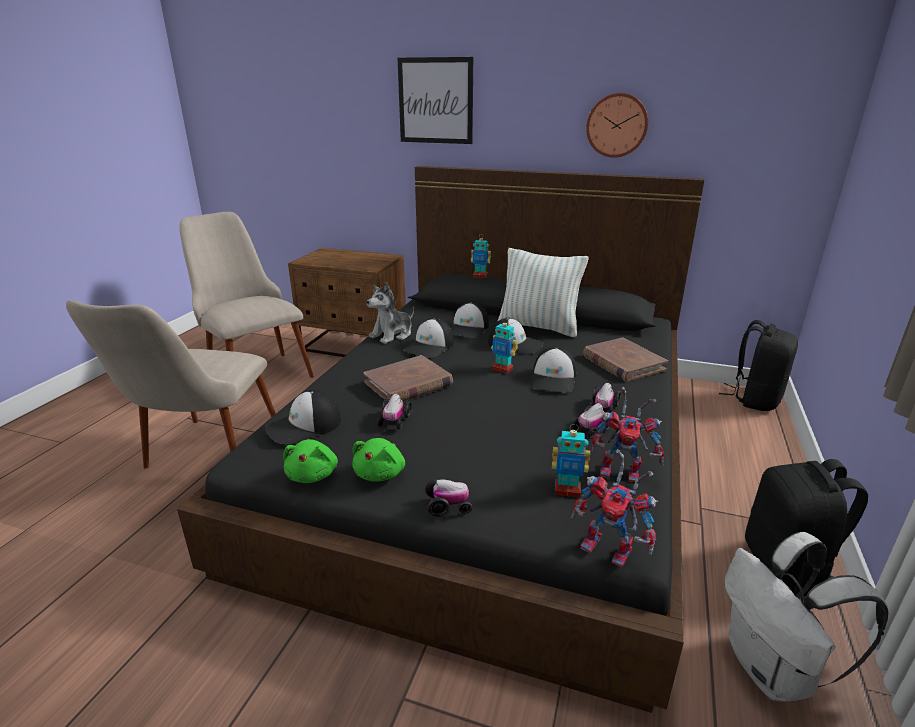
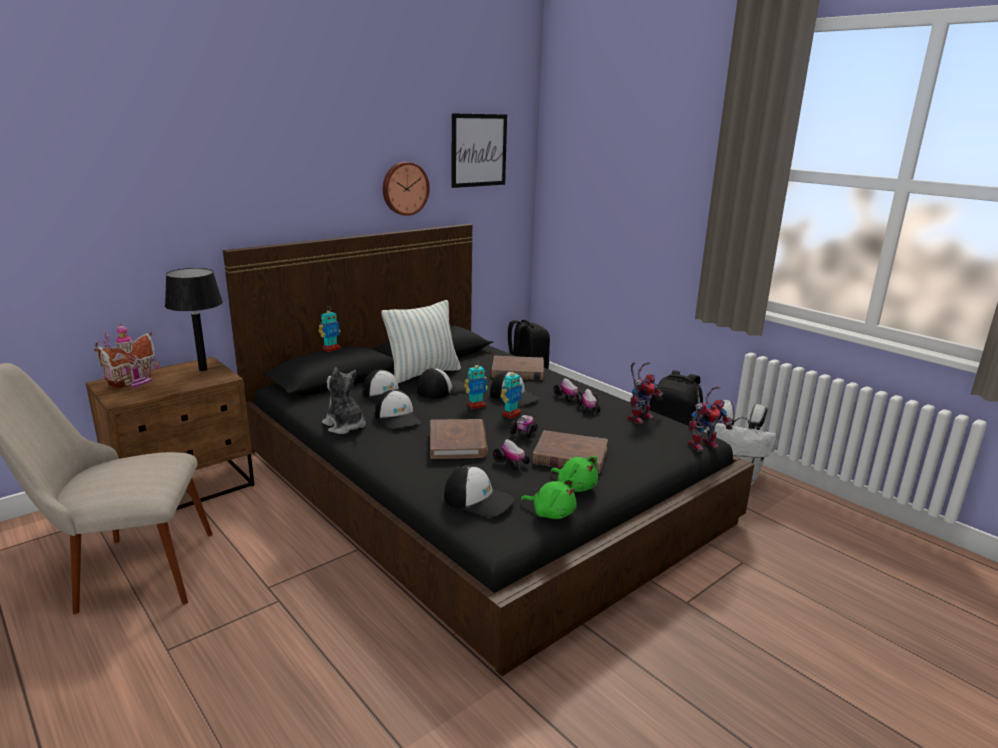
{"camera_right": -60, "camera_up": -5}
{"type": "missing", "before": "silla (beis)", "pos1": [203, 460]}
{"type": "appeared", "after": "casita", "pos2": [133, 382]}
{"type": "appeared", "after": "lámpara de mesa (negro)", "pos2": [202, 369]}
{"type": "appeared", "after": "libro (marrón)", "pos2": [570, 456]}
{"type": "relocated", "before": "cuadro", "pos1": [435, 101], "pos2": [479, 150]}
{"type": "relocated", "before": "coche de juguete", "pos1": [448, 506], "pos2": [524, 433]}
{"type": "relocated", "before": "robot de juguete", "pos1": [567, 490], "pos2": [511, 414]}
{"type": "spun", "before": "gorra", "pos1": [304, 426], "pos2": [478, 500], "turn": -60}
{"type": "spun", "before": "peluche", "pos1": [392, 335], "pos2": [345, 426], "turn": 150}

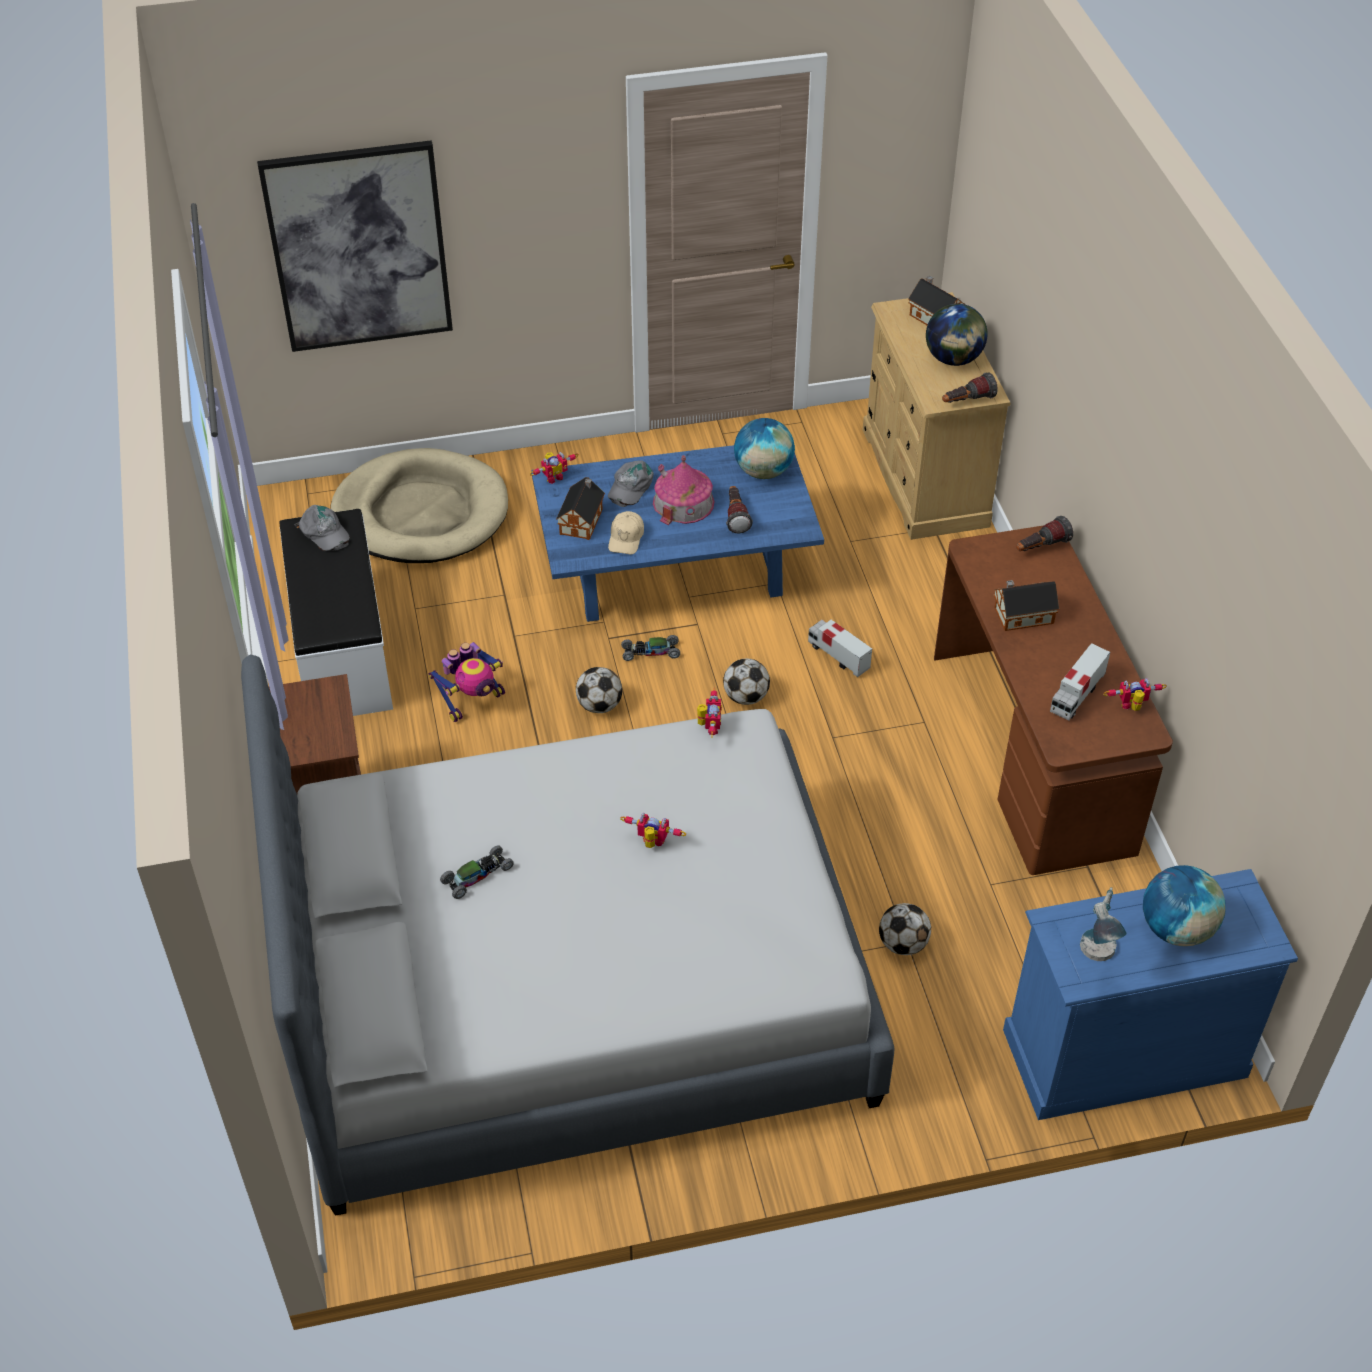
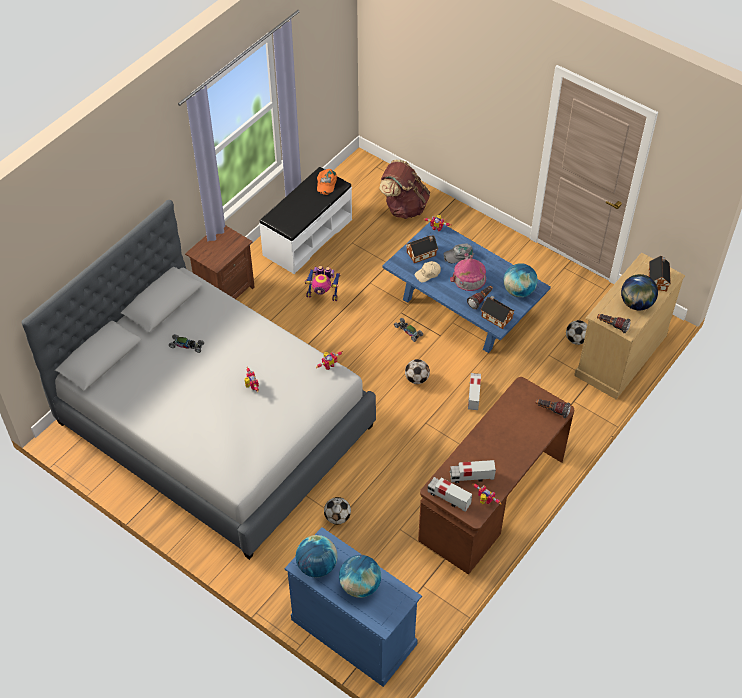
{"camera_right": 50, "camera_up": 5}
{"type": "missing", "before": "cuadro", "pos1": [359, 247]}
{"type": "appeared", "after": "camión de juguete", "pos2": [448, 498]}
{"type": "relocated", "before": "balón de fútbol", "pos1": [599, 705], "pos2": [576, 340]}
{"type": "relocated", "before": "casita", "pos1": [1021, 615], "pos2": [496, 316]}
{"type": "exchanged", "before": "cama para perro (beis)", "after": "mochila (marrón)", "pos1": [421, 513], "pos2": [404, 207]}
{"type": "exchanged", "before": "lámpara de mesa", "after": "globo terráqueo", "pos1": [1096, 959], "pos2": [317, 566]}
{"type": "colour", "before": "gorra (gris)", "after": "gorra (naranja)", "pos1": [324, 533], "pos2": [326, 183]}

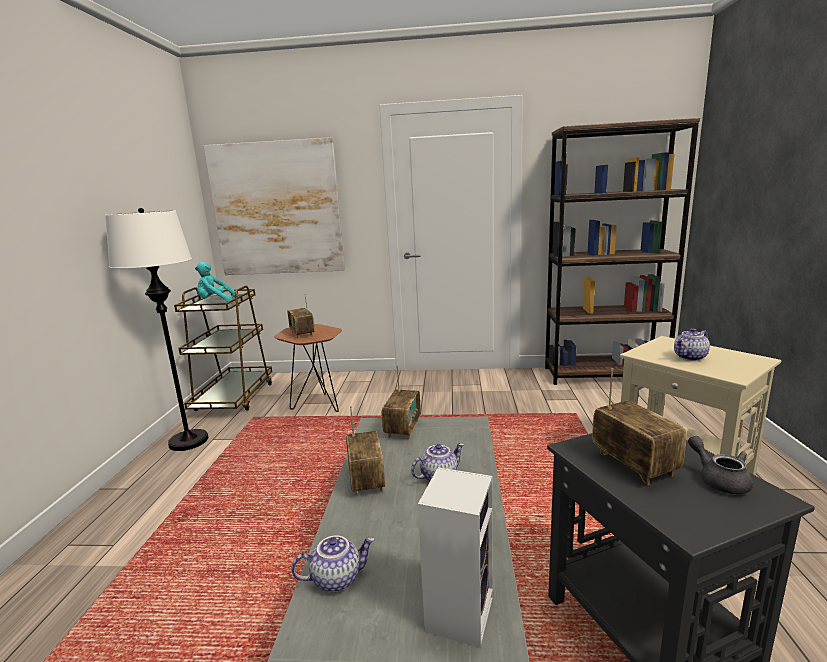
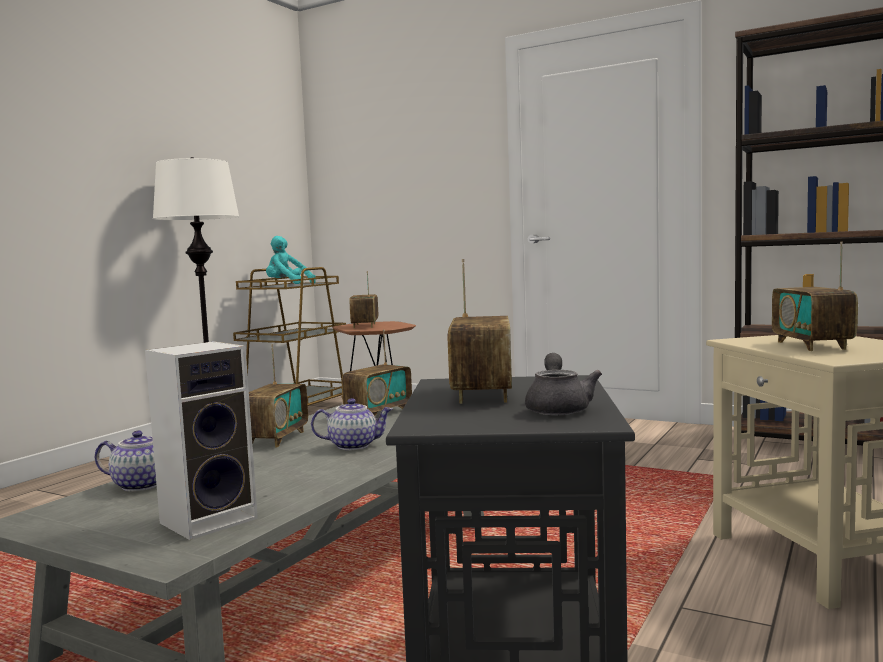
{"camera_right": 25, "camera_up": -10}
{"type": "missing", "before": "cuadro", "pos1": [277, 209]}
{"type": "exchanged", "before": "tetera", "after": "radio", "pos1": [690, 357], "pos2": [812, 345]}

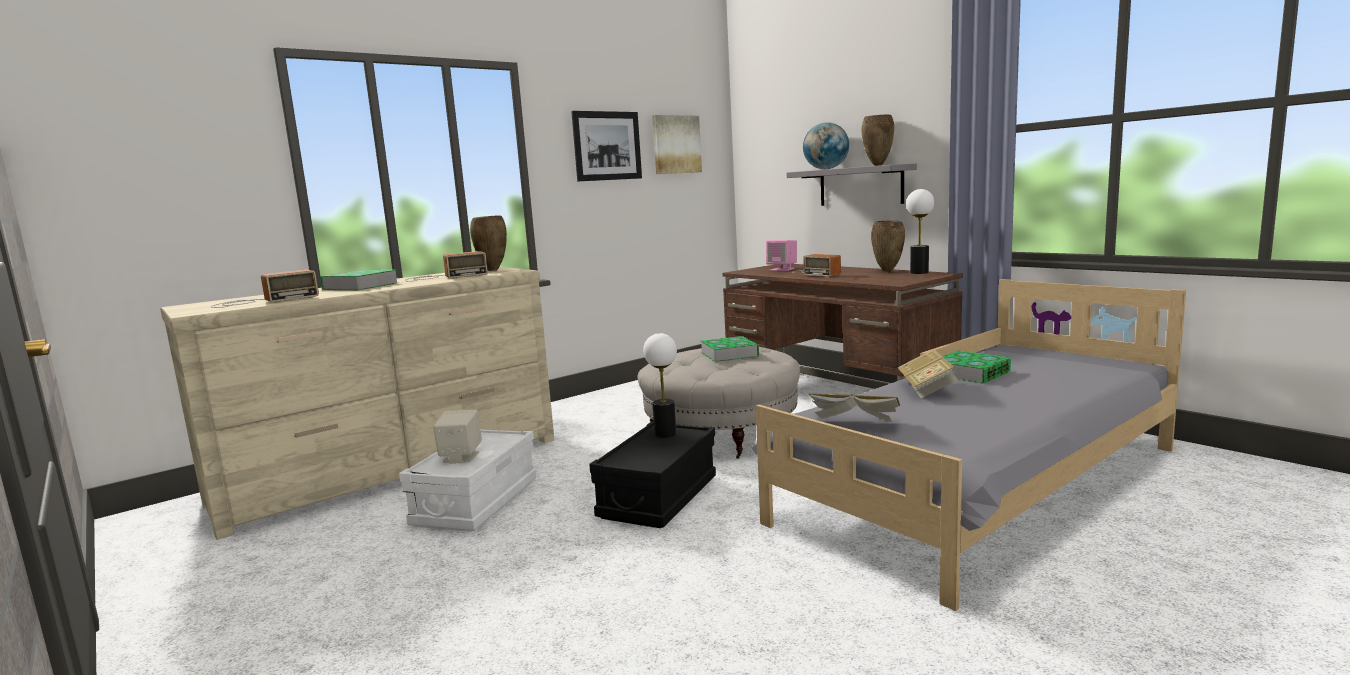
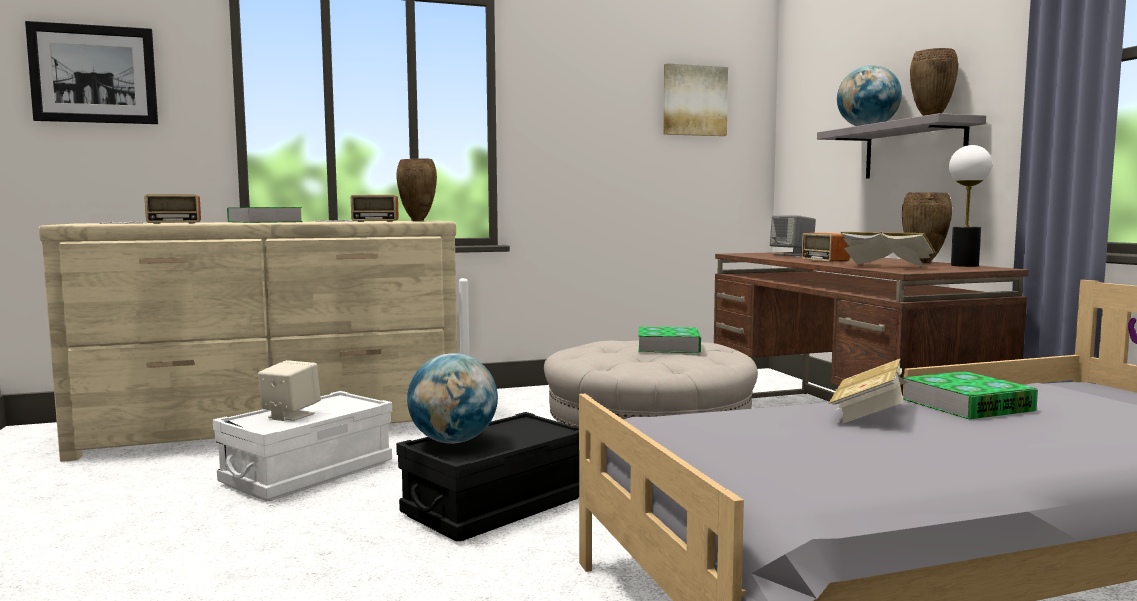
{"camera_right": 20, "camera_up": -5}
{"type": "missing", "before": "lámpara de mesa", "pos1": [665, 434]}
{"type": "appeared", "after": "globo terráqueo", "pos2": [453, 441]}
{"type": "relocated", "before": "cuadro", "pos1": [607, 146], "pos2": [94, 74]}
{"type": "relocated", "before": "libro", "pos1": [854, 425], "pos2": [885, 267]}
{"type": "colour", "before": "altavoz (rosa)", "after": "altavoz (gris)", "pos1": [782, 269], "pos2": [792, 255]}

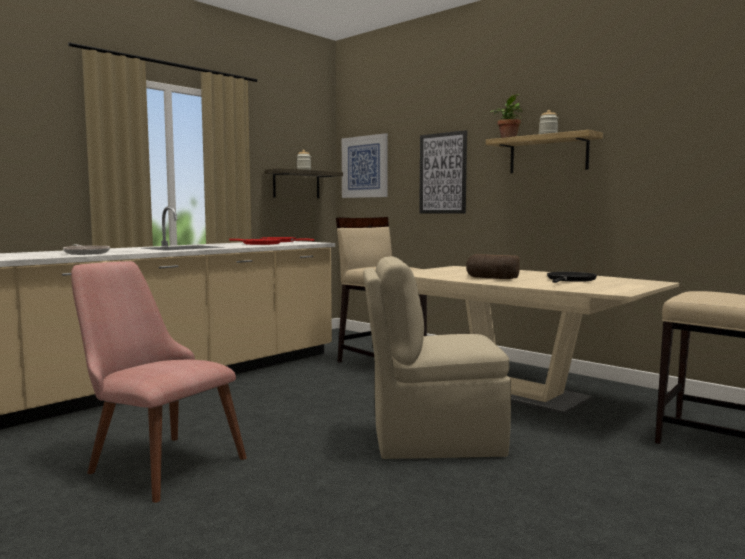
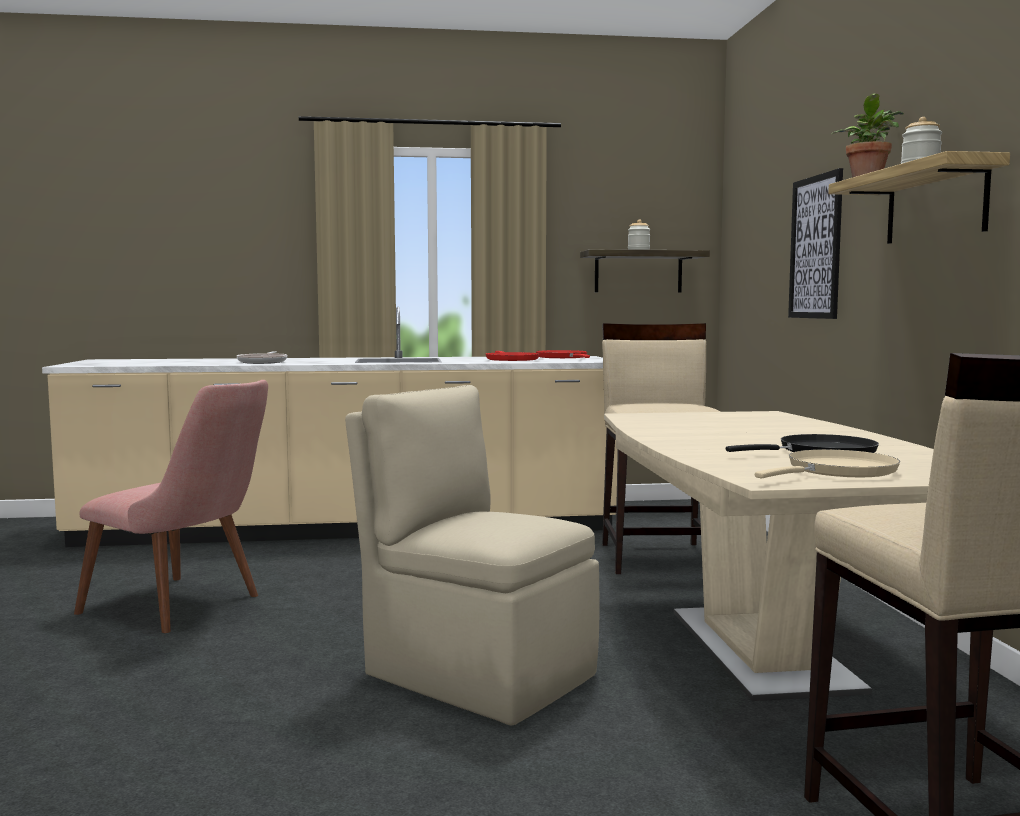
{"camera_right": 40, "camera_up": 0}
{"type": "missing", "before": "cuadro", "pos1": [364, 167]}
{"type": "missing", "before": "pan", "pos1": [491, 278]}
{"type": "appeared", "after": "sartén (beis)", "pos2": [837, 471]}
{"type": "spun", "before": "silla (rosa)", "pos1": [154, 461], "pos2": [187, 606], "turn": 135}

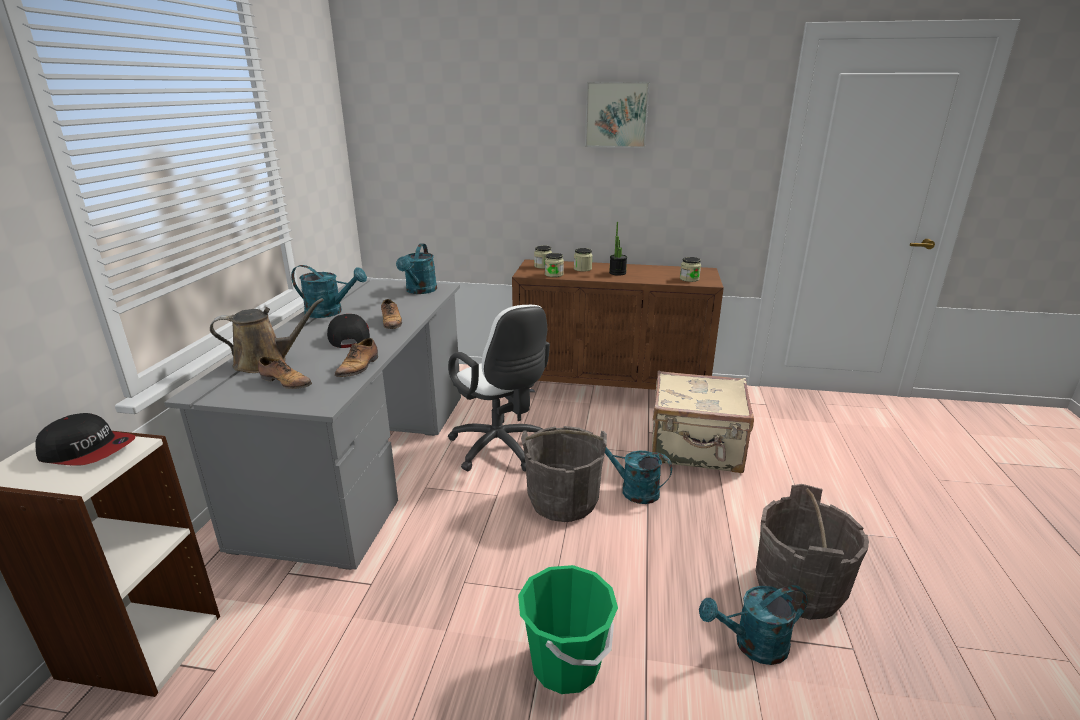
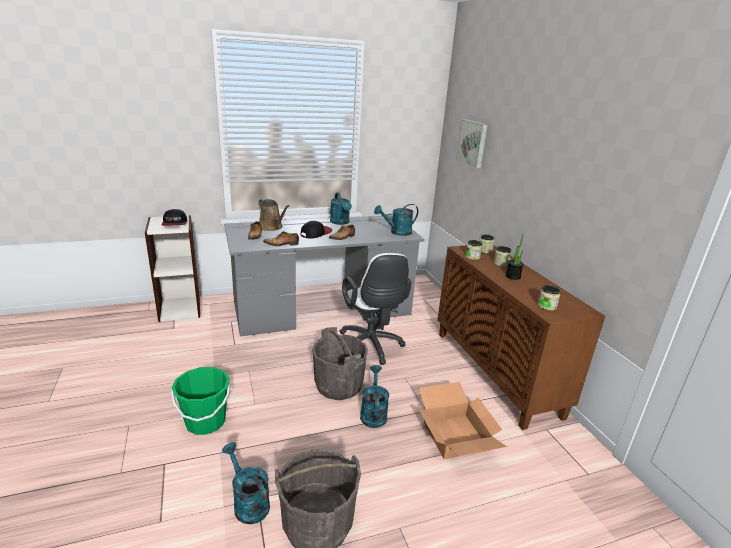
{"camera_right": 60, "camera_up": 0}
{"type": "relocated", "before": "cuadro", "pos1": [616, 114], "pos2": [473, 143]}
{"type": "exchanged", "before": "maleta (beis)", "after": "caja de cartón", "pos1": [696, 449], "pos2": [456, 436]}
{"type": "spun", "before": "silla de oficina (blanco)", "pos1": [501, 450], "pos2": [371, 347], "turn": -45}

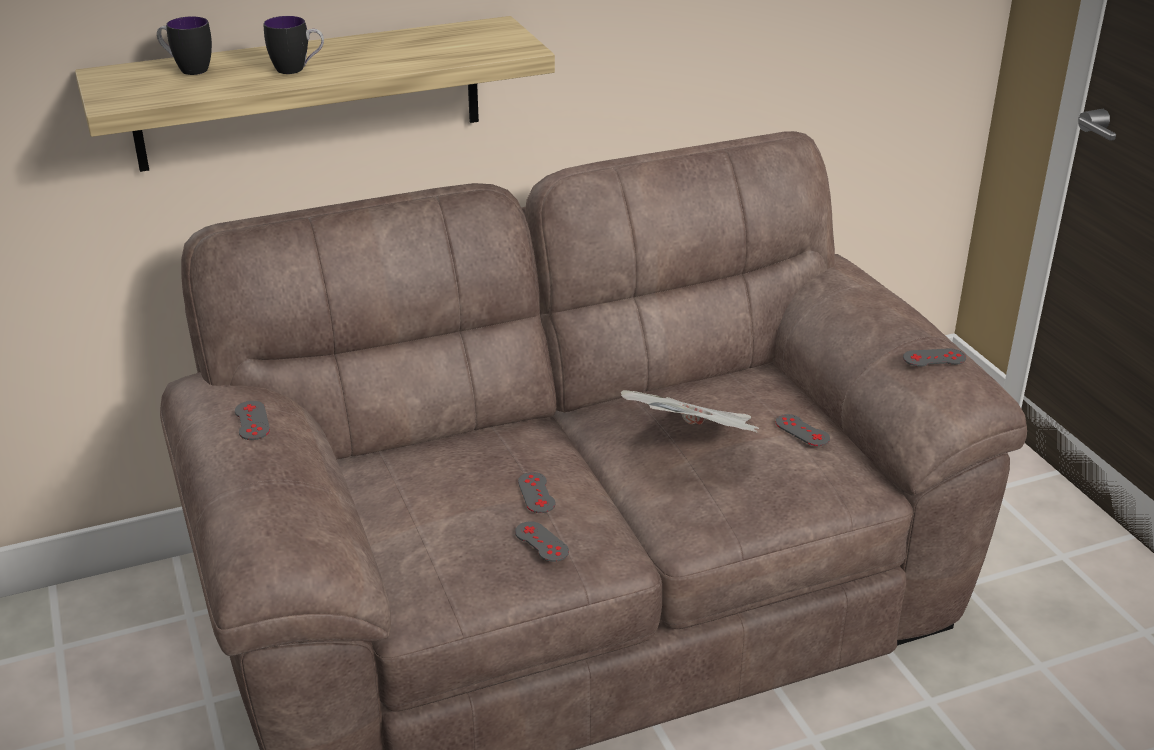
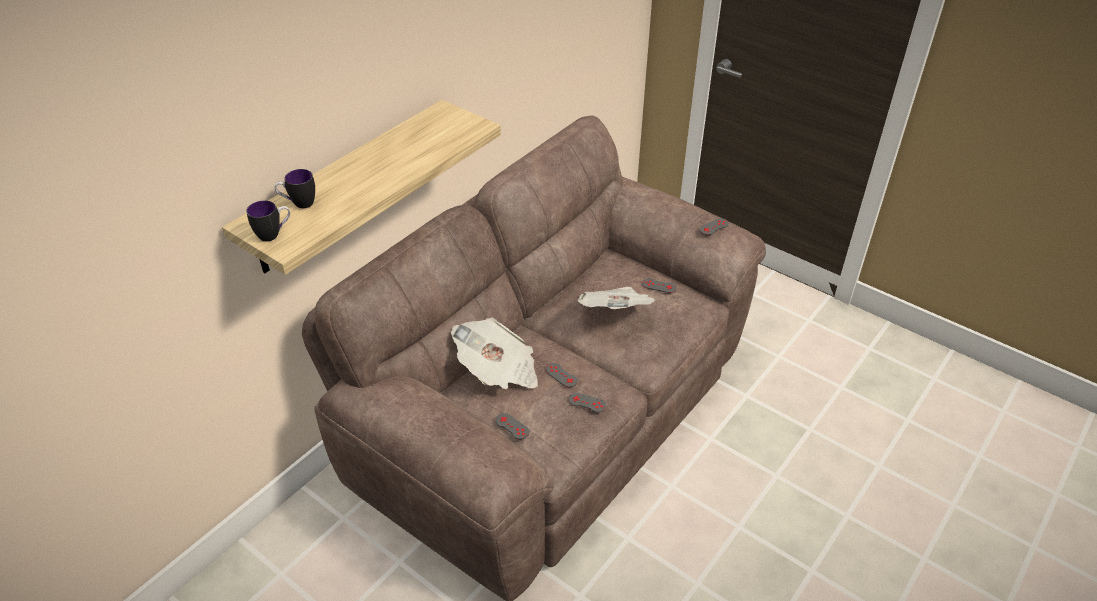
{"camera_right": -30, "camera_up": 10}
{"type": "appeared", "after": "periódico", "pos2": [498, 370]}
{"type": "relocated", "before": "mando de consola (gris)", "pos1": [252, 421], "pos2": [512, 426]}
{"type": "relocated", "before": "taza grande", "pos1": [298, 70], "pos2": [274, 234]}

